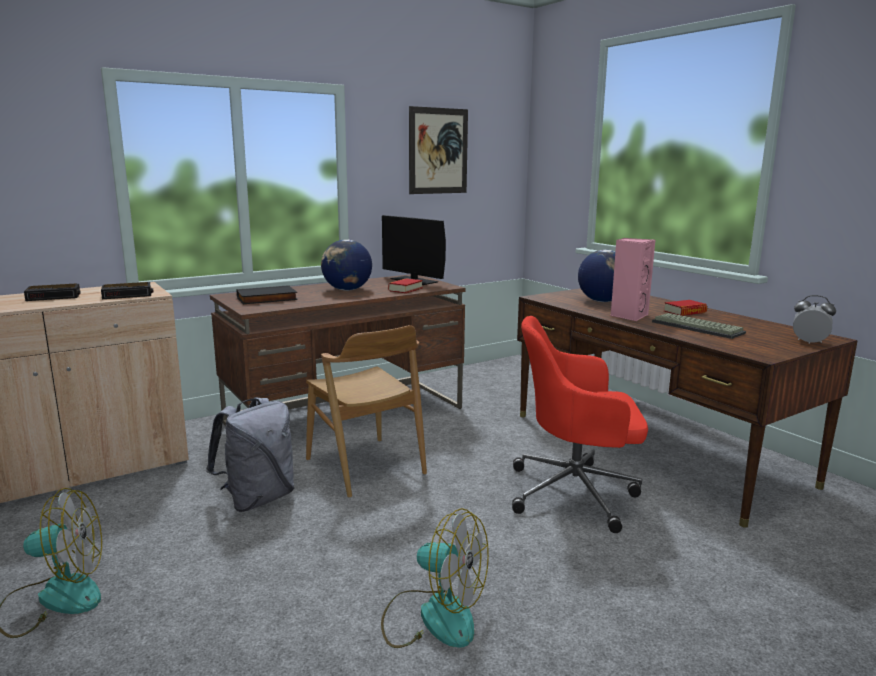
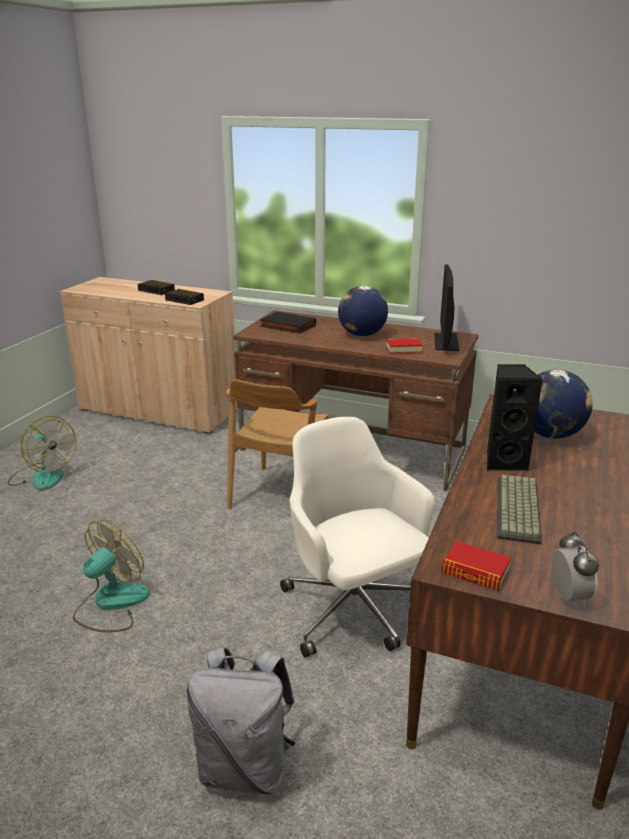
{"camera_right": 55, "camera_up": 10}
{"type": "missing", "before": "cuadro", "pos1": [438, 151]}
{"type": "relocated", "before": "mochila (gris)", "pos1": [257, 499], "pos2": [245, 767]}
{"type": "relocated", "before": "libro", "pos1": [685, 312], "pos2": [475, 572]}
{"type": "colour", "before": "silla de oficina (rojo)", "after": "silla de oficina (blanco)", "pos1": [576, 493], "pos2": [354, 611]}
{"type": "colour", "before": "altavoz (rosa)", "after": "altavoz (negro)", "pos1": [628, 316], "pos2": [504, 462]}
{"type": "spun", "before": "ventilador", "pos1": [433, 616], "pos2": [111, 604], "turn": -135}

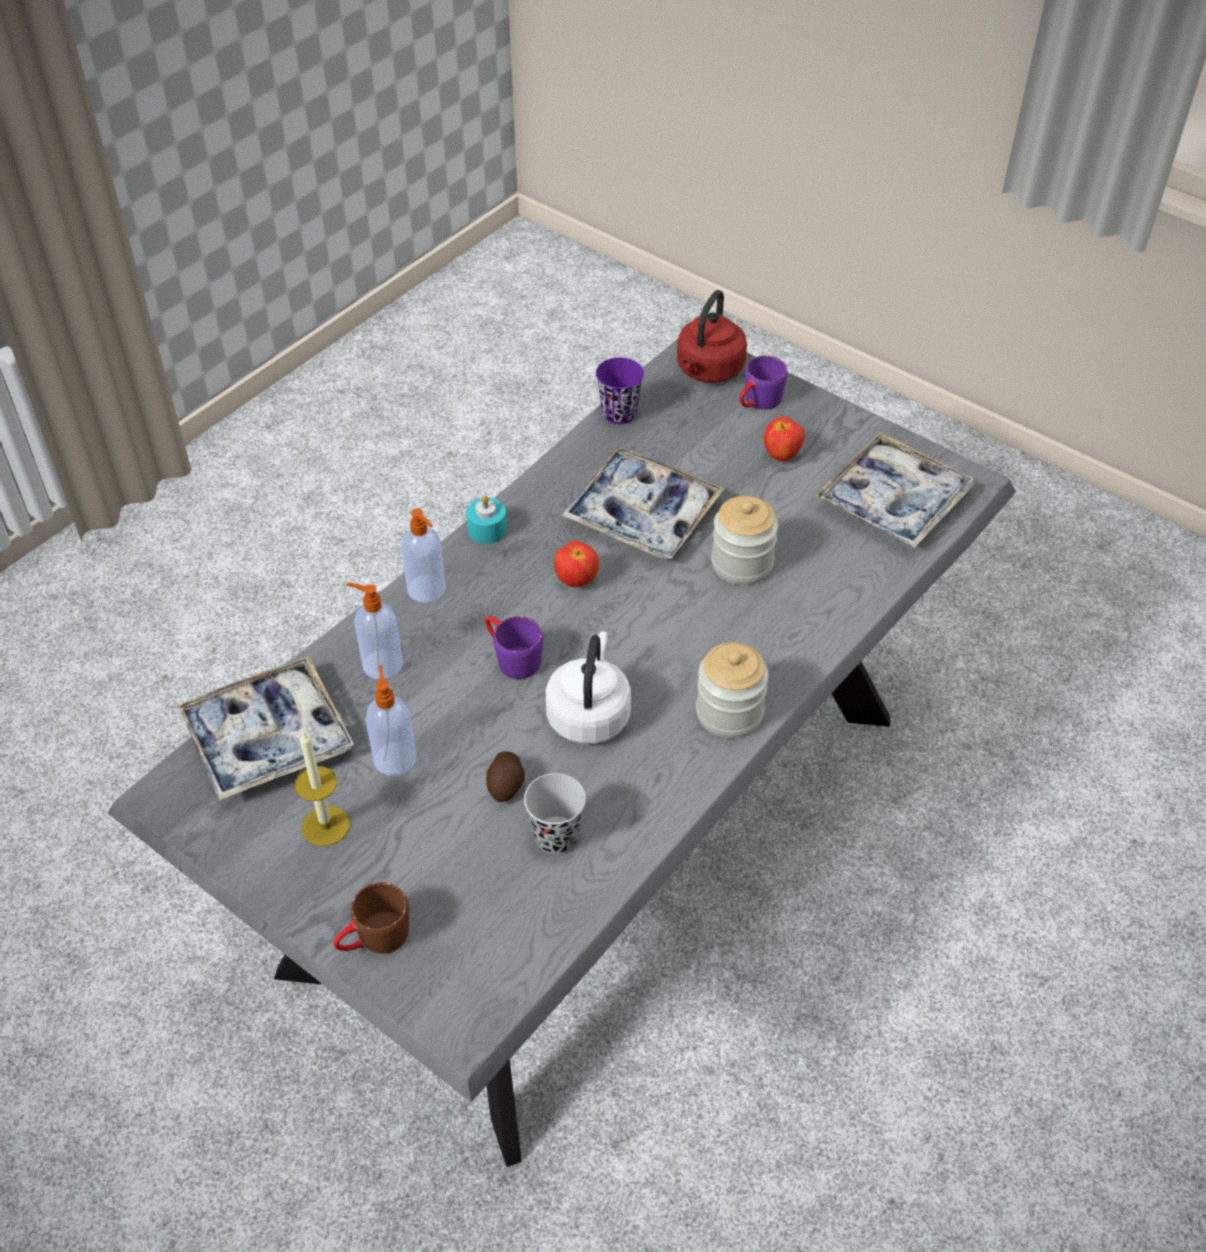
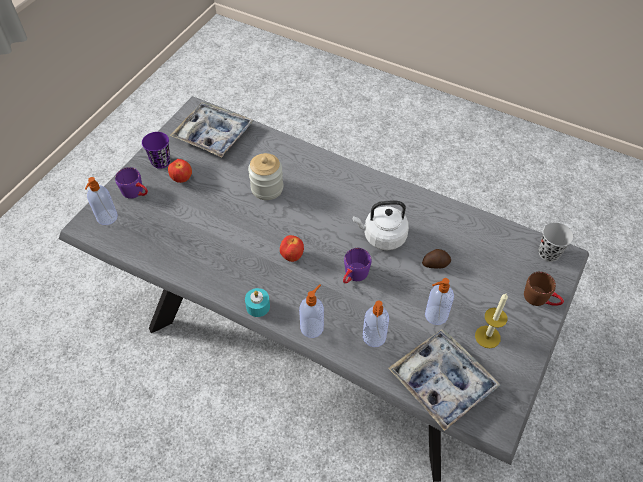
{"camera_right": -100, "camera_up": 5}
{"type": "missing", "before": "bandeja", "pos1": [642, 514]}
{"type": "missing", "before": "tarro", "pos1": [729, 713]}
{"type": "relocated", "before": "taza (negro)", "pos1": [556, 836], "pos2": [548, 253]}
{"type": "relocated", "before": "taza (morado)", "pos1": [619, 413], "pos2": [161, 162]}
{"type": "exchanged", "before": "hervidor (rojo)", "after": "dispensador de jabón", "pos1": [708, 371], "pos2": [107, 218]}

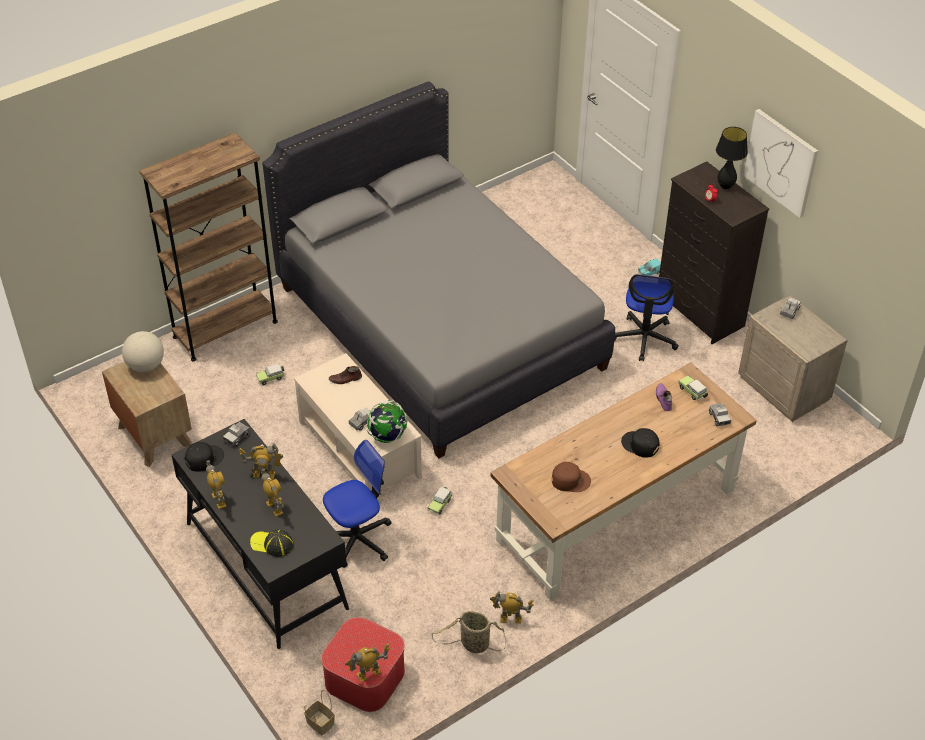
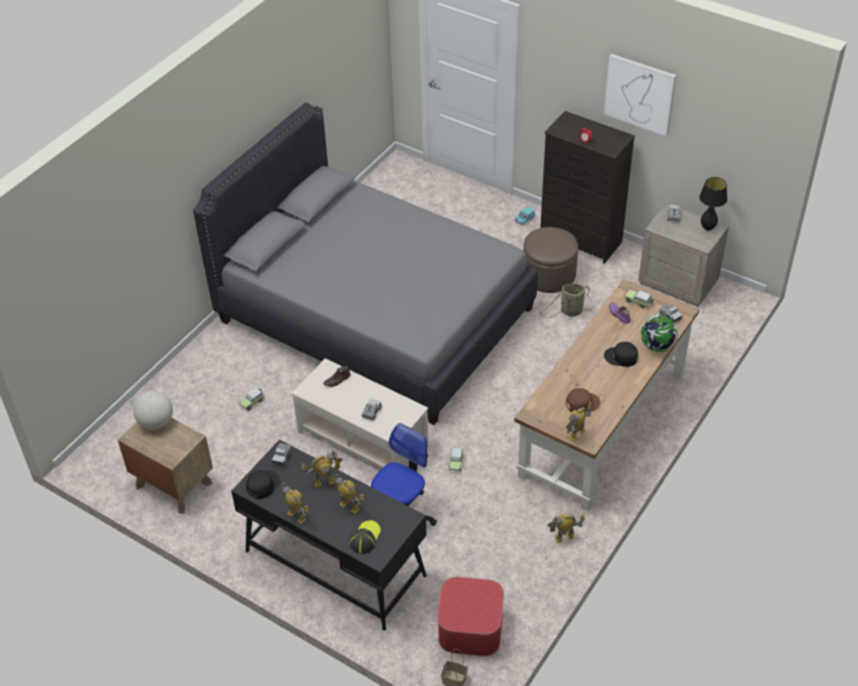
{"camera_right": -20, "camera_up": 0}
{"type": "missing", "before": "estantería (marrón)", "pos1": [225, 329]}
{"type": "relocated", "before": "robot de juguete", "pos1": [368, 674], "pos2": [576, 434]}
{"type": "relocated", "before": "globo terráqueo", "pos1": [387, 436], "pos2": [656, 346]}
{"type": "relocated", "before": "cesta", "pos1": [472, 644], "pos2": [570, 312]}
{"type": "relocated", "before": "lámpara de mesa (negro)", "pos1": [725, 186], "pos2": [708, 228]}
{"type": "exchanged", "before": "silla de oficina", "after": "puf (marrón)", "pos1": [644, 338], "pos2": [548, 275]}
{"type": "spun", "before": "gorra", "pos1": [272, 544], "pos2": [365, 538], "turn": 120}

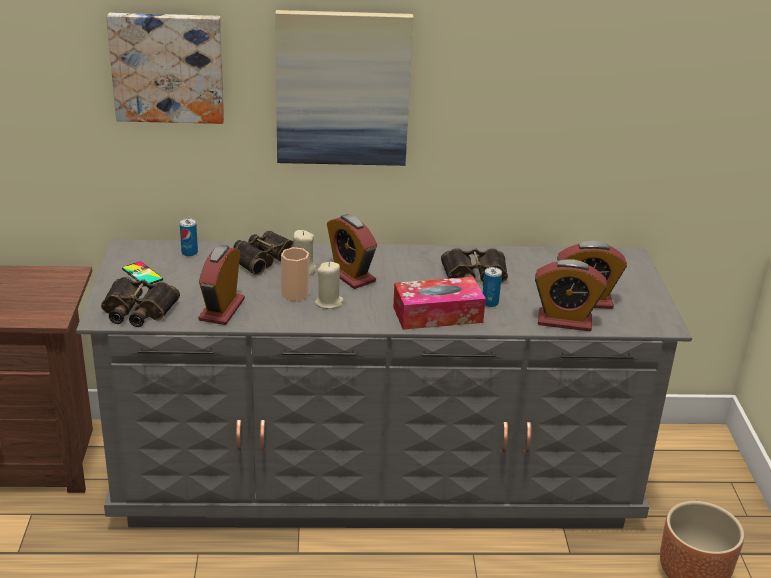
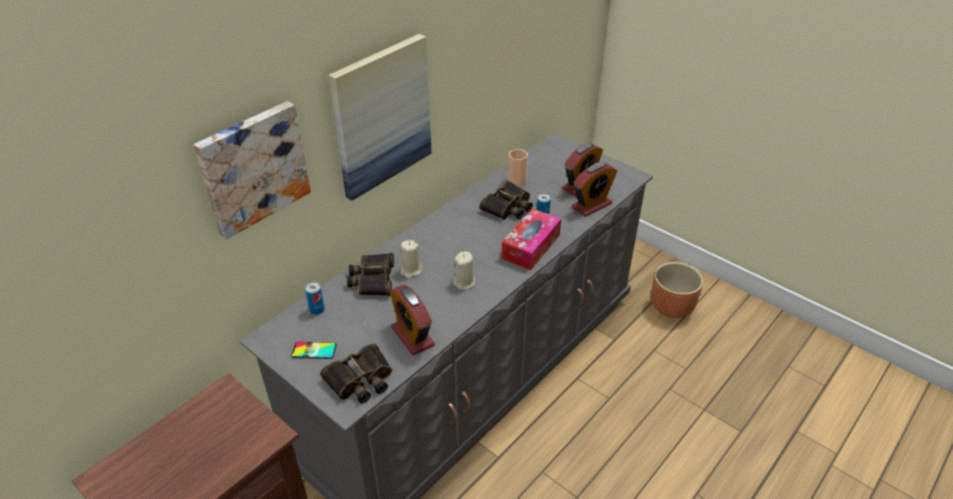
{"camera_right": -45, "camera_up": 10}
{"type": "missing", "before": "despertador", "pos1": [350, 275]}
{"type": "relocated", "before": "taza", "pos1": [295, 294], "pos2": [517, 181]}

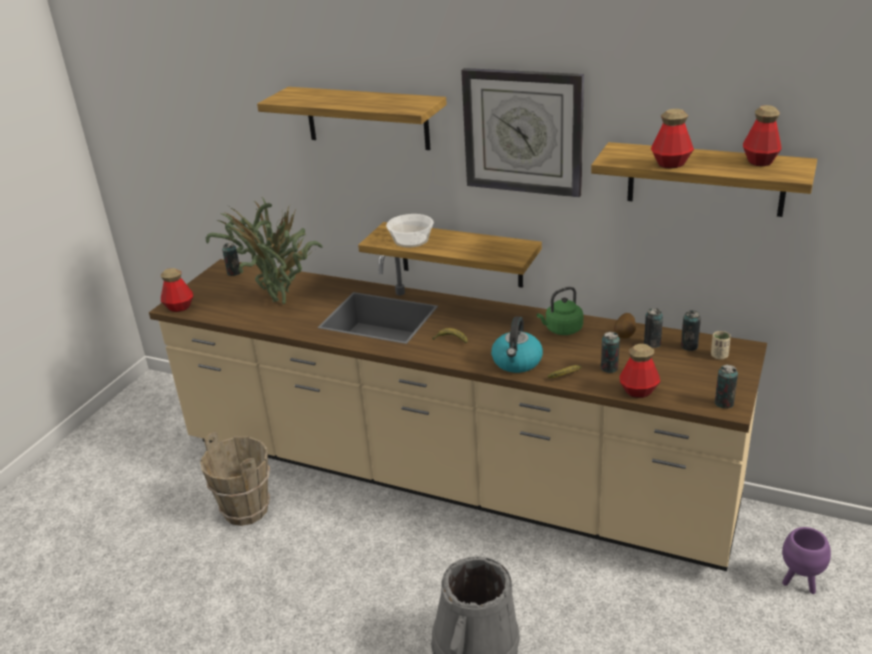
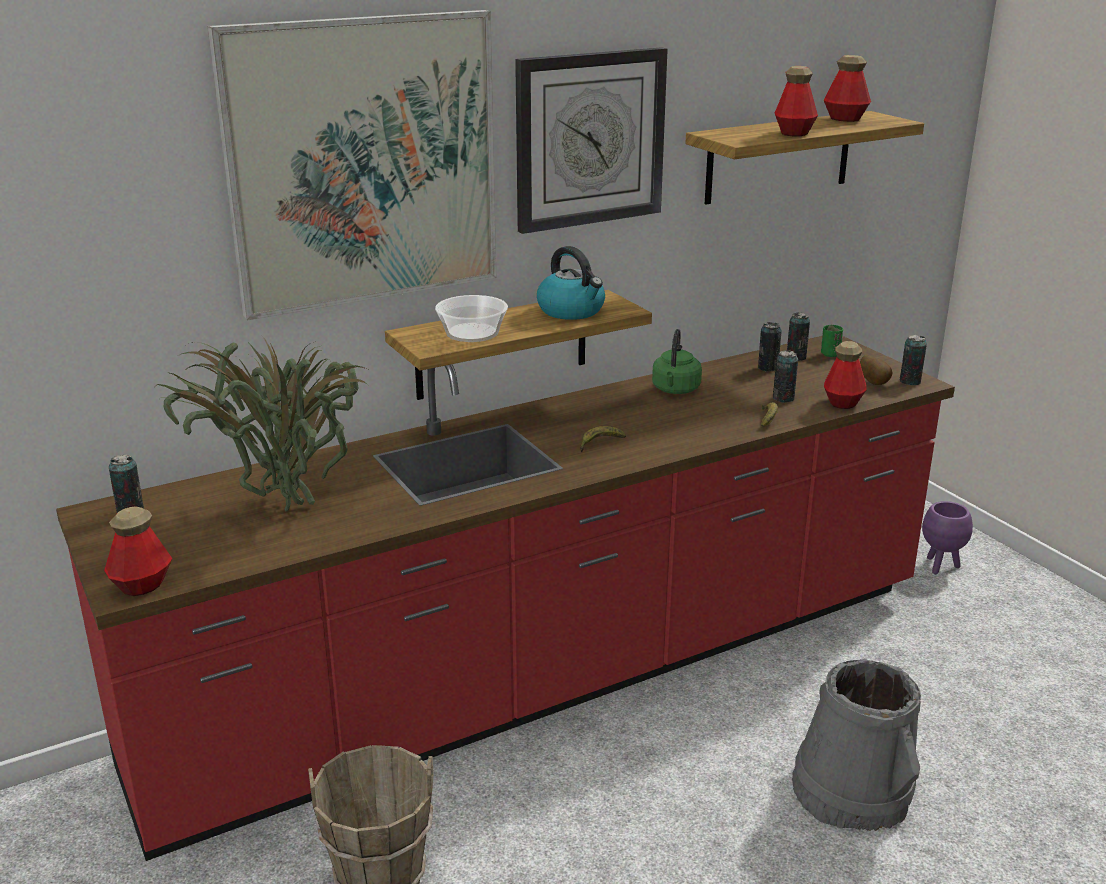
{"camera_right": -55, "camera_up": -5}
{"type": "relocated", "before": "hervidor", "pos1": [517, 362], "pos2": [572, 311]}
{"type": "relocated", "before": "patata", "pos1": [625, 335], "pos2": [874, 383]}
{"type": "exchanged", "before": "estante", "after": "cuadro", "pos1": [367, 118], "pos2": [363, 163]}
{"type": "colour", "before": "mueble bajo de cocina (beis)", "after": "mueble bajo de cocina (rojo)", "pos1": [447, 477], "pos2": [553, 677]}
{"type": "colour", "before": "taza (beis)", "after": "taza (verde)", "pos1": [719, 356], "pos2": [830, 354]}

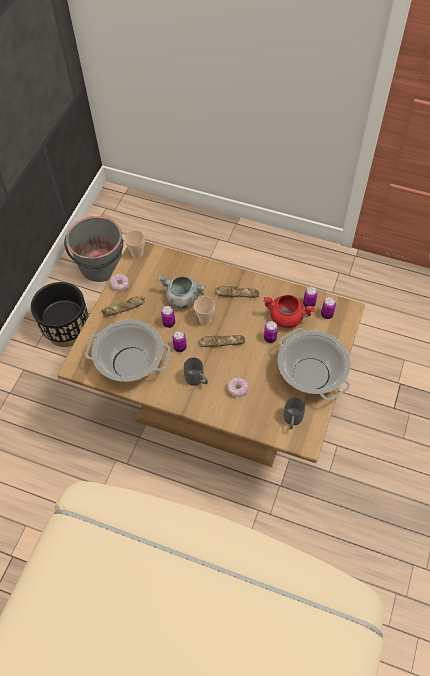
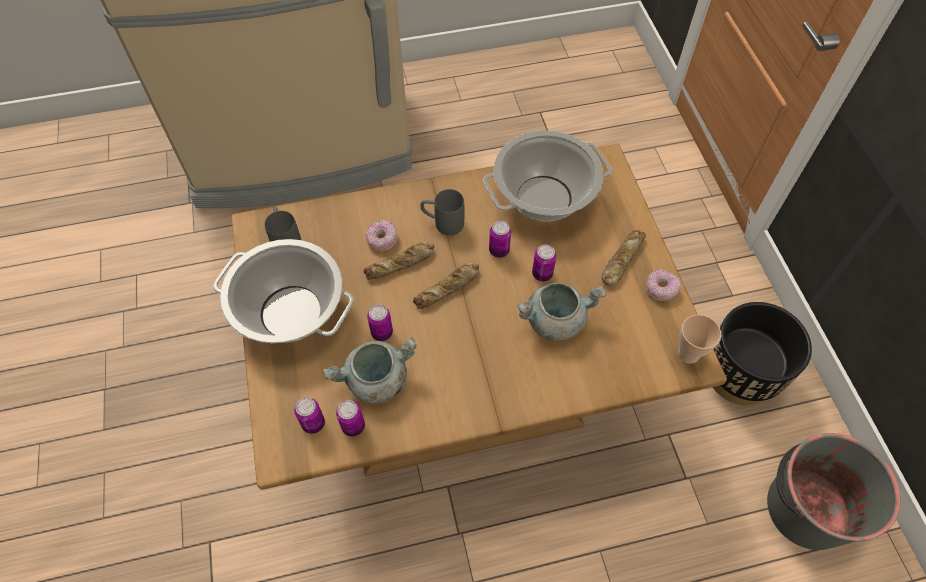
{"camera_right": 145, "camera_up": 0}
{"type": "missing", "before": "taza", "pos1": [205, 319]}
{"type": "relocated", "before": "pan", "pos1": [236, 293], "pos2": [400, 264]}
{"type": "colour", "before": "olla (rojo)", "after": "olla (gris)", "pos1": [287, 317], "pos2": [376, 381]}

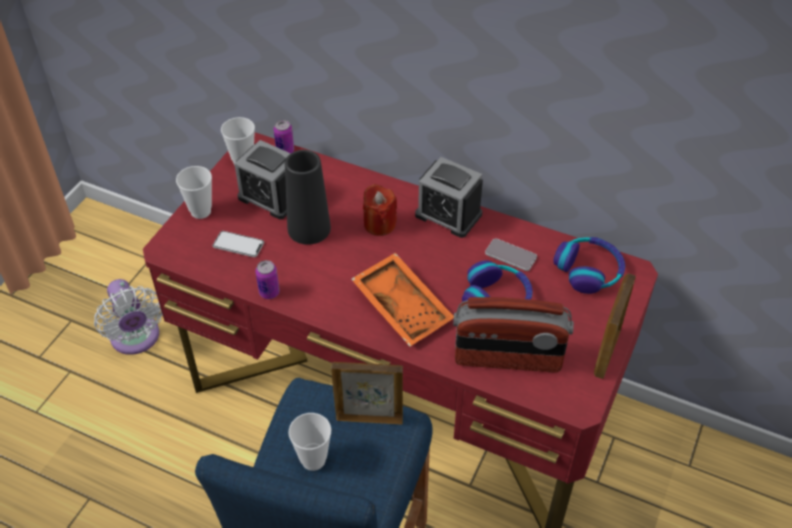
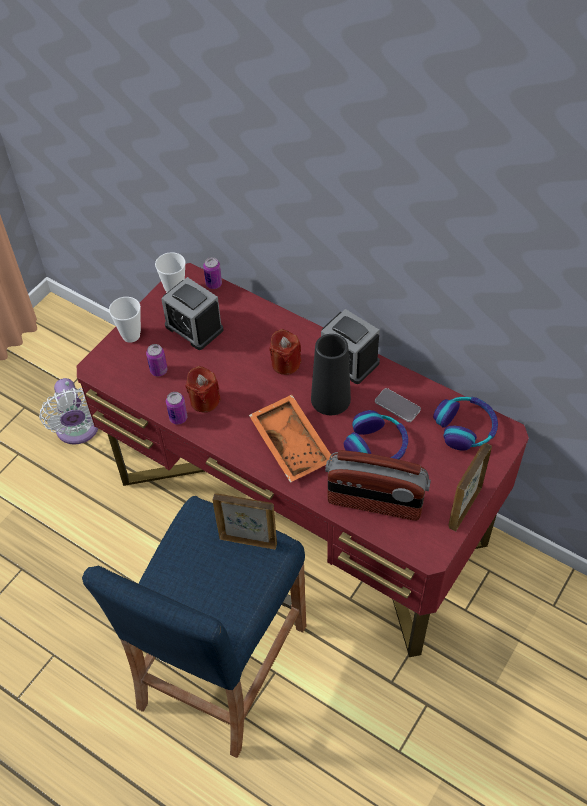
{"camera_right": 10, "camera_up": 5}
{"type": "missing", "before": "taza", "pos1": [313, 460]}
{"type": "appeared", "after": "vela (rojo)", "pos2": [204, 400]}
{"type": "relocated", "before": "florero (negro)", "pos1": [309, 228], "pos2": [330, 399]}
{"type": "exchanged", "before": "móvil", "after": "lata", "pos1": [238, 245], "pos2": [158, 370]}

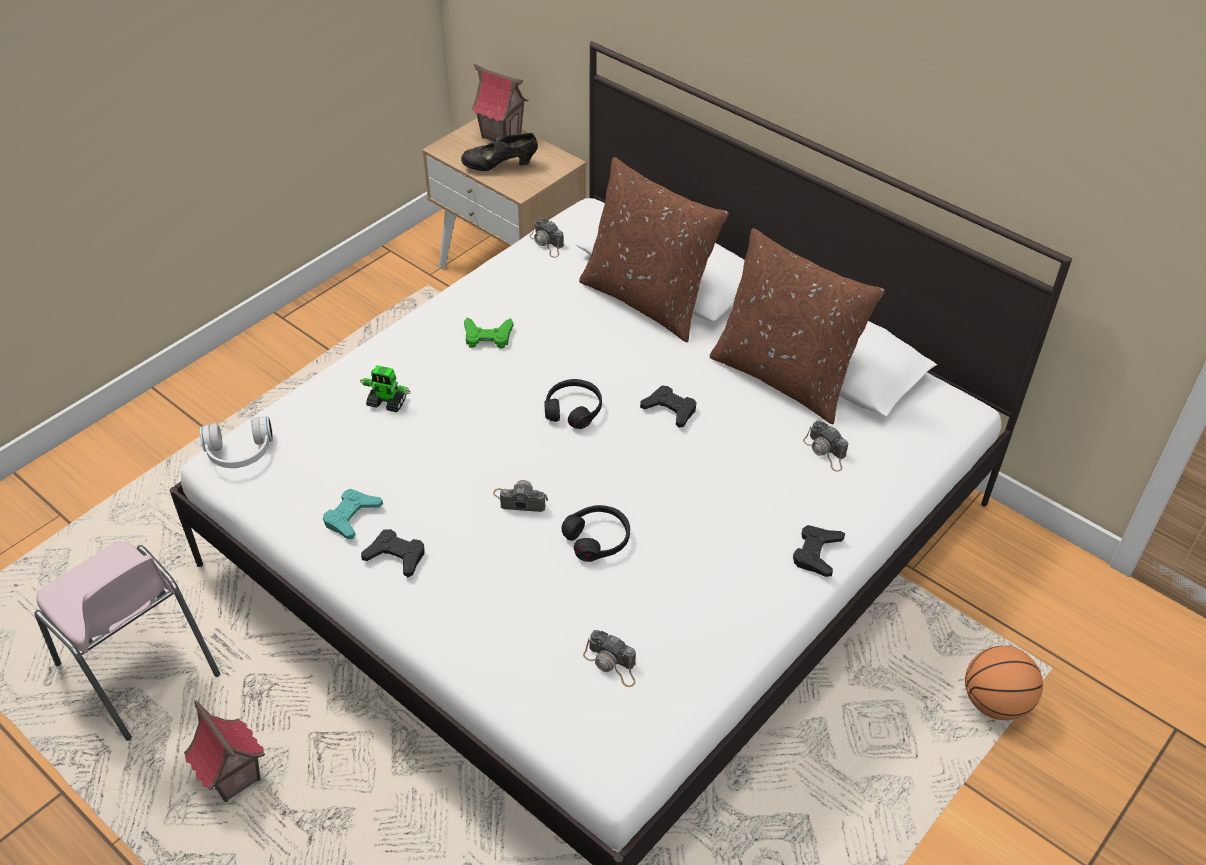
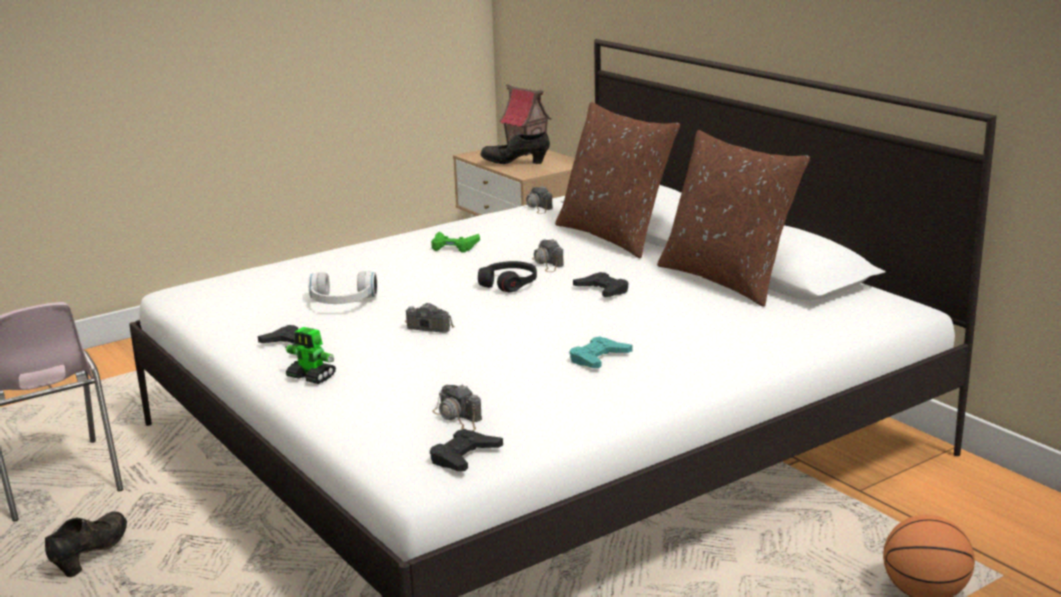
{"camera_right": 15, "camera_up": -25}
{"type": "missing", "before": "auriculares (negro)", "pos1": [597, 539]}
{"type": "relocated", "before": "auriculares (blanco)", "pos1": [239, 453], "pos2": [342, 302]}
{"type": "relocated", "before": "mando de consola (turquesa)", "pos1": [352, 516], "pos2": [598, 358]}
{"type": "relocated", "before": "robot de juguete", "pos1": [387, 402], "pos2": [312, 377]}
{"type": "relocated", "before": "mando de consola (negro)", "pos1": [816, 553], "pos2": [464, 457]}
{"type": "relocated", "before": "cámara", "pos1": [826, 451], "pos2": [547, 263]}
{"type": "exchanged", "before": "casita", "after": "zapato (negro)", "pos1": [233, 778], "pos2": [91, 556]}

